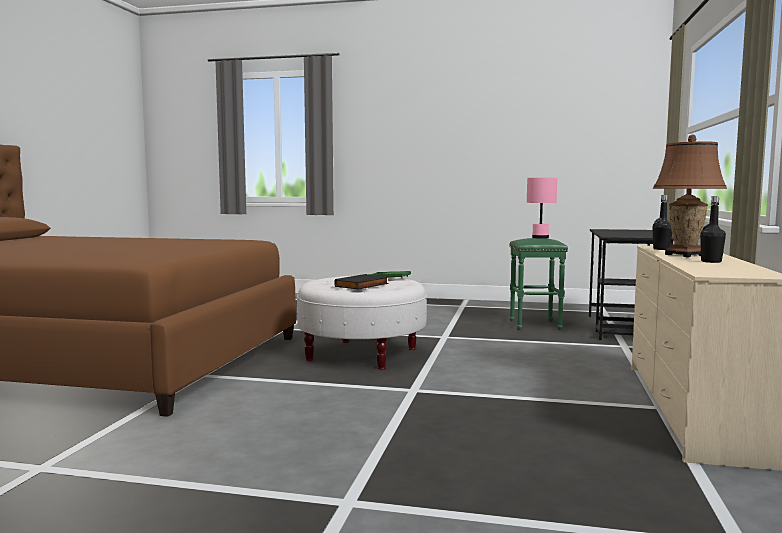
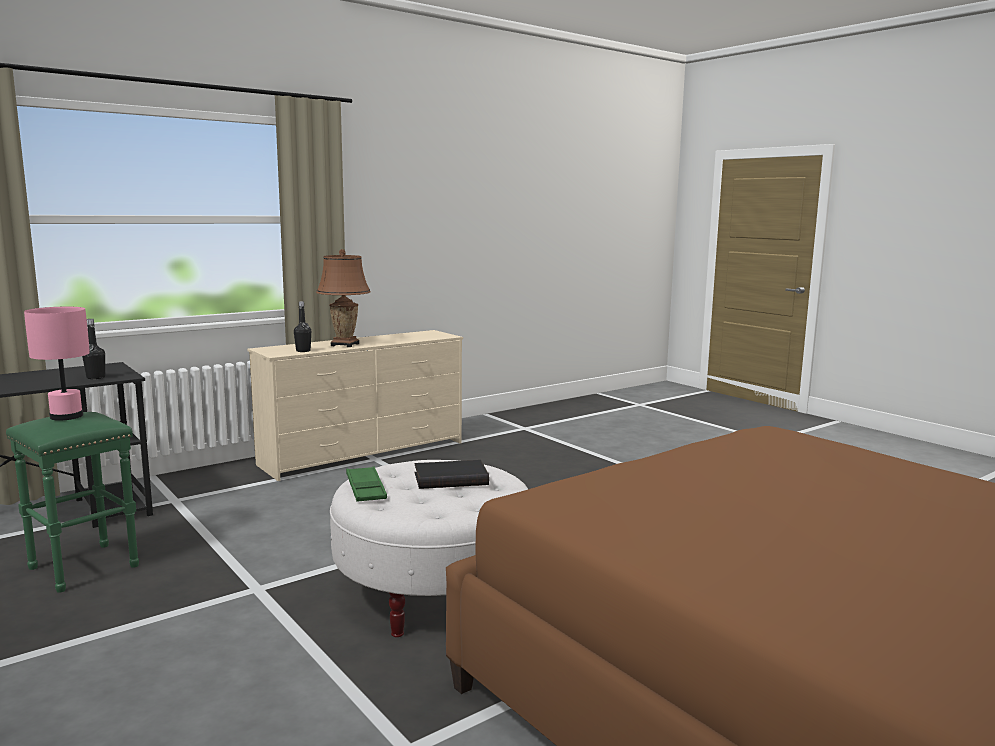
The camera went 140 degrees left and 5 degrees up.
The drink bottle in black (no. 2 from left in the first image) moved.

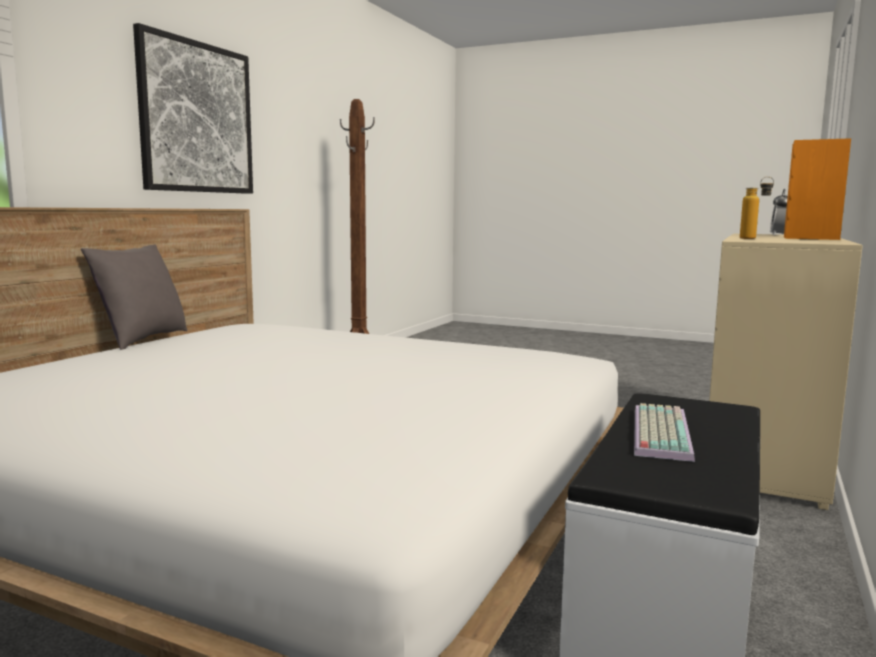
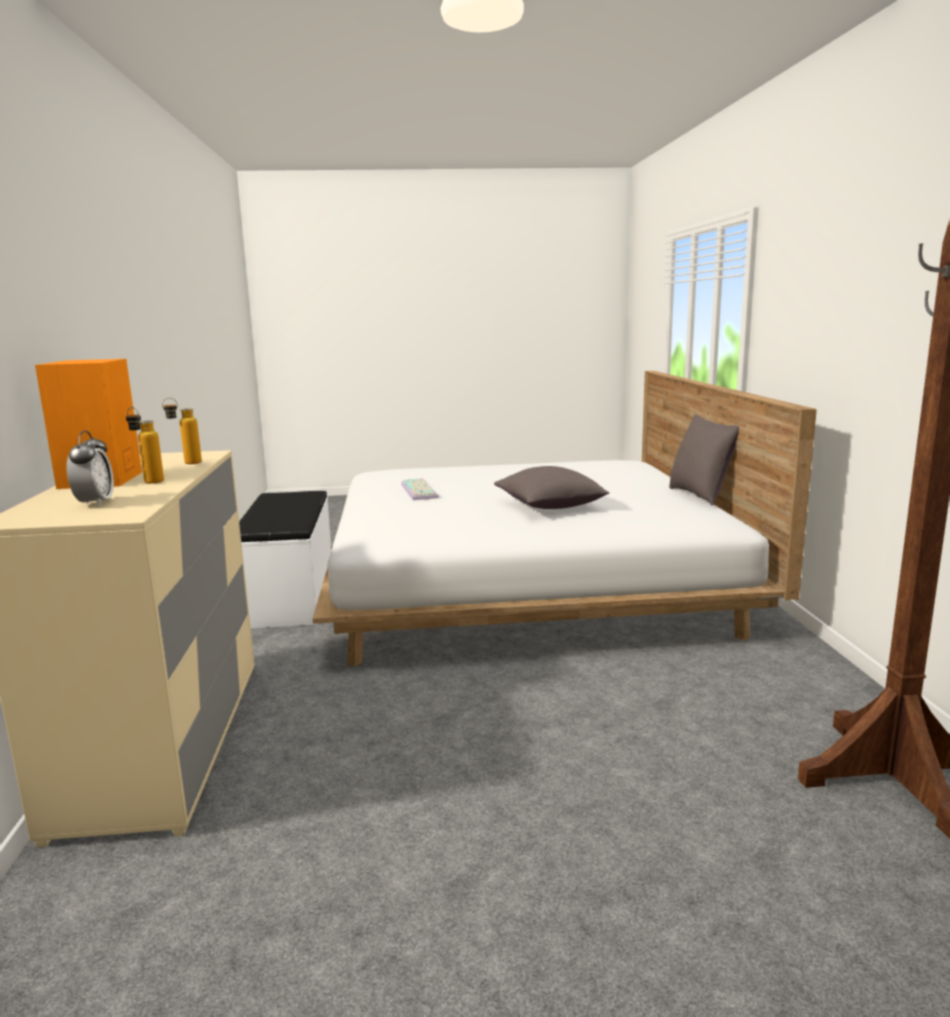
The camera went 150 degrees right and 5 degrees up.
The wall picture disappeared.
The computer keyboard moved.
The drink bottle (no. 1 from left) appeared.
The cushion in greyish (no. 1 from left) appeared.

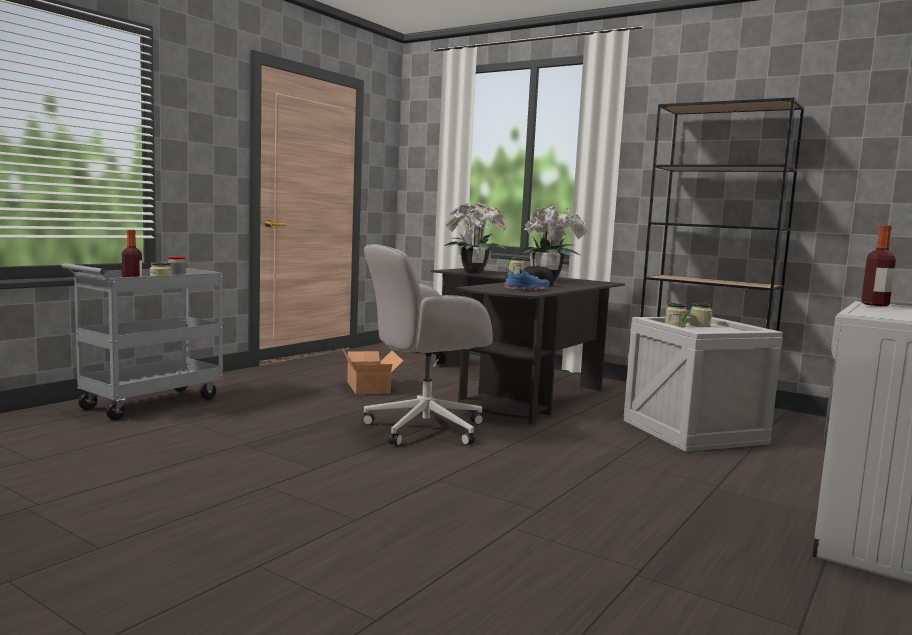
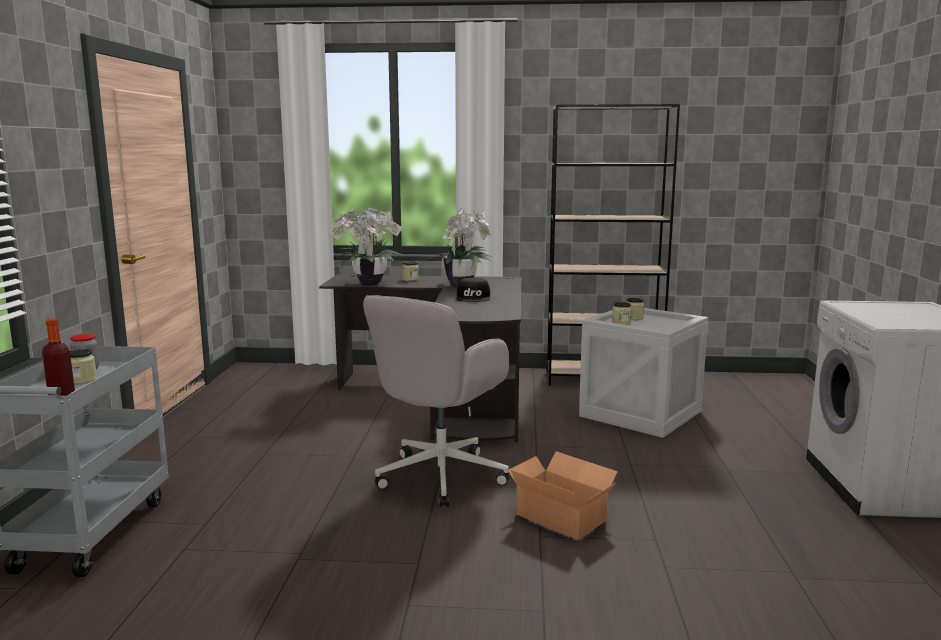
The camera went 30 degrees left and 5 degrees up.
The drink bottle (no. 2 from left) disappeared.
The low shoe in bluish disappeared.
The carton moved.

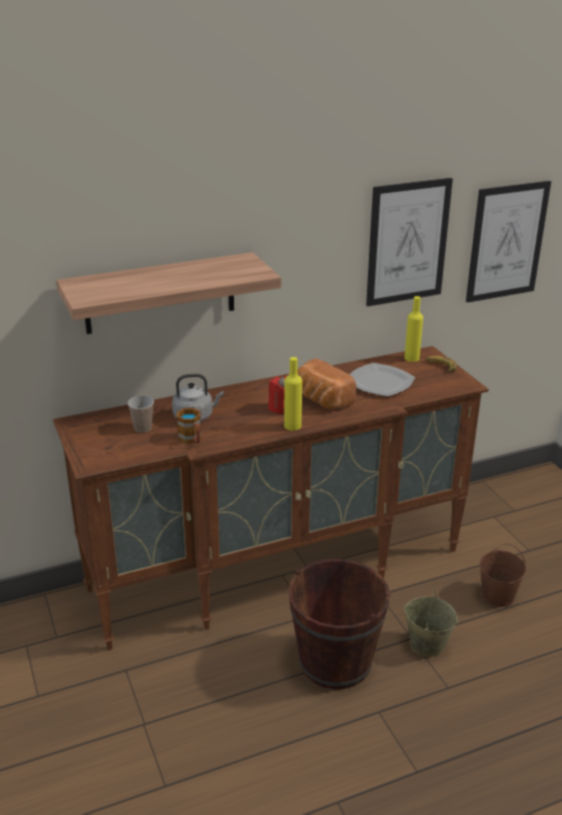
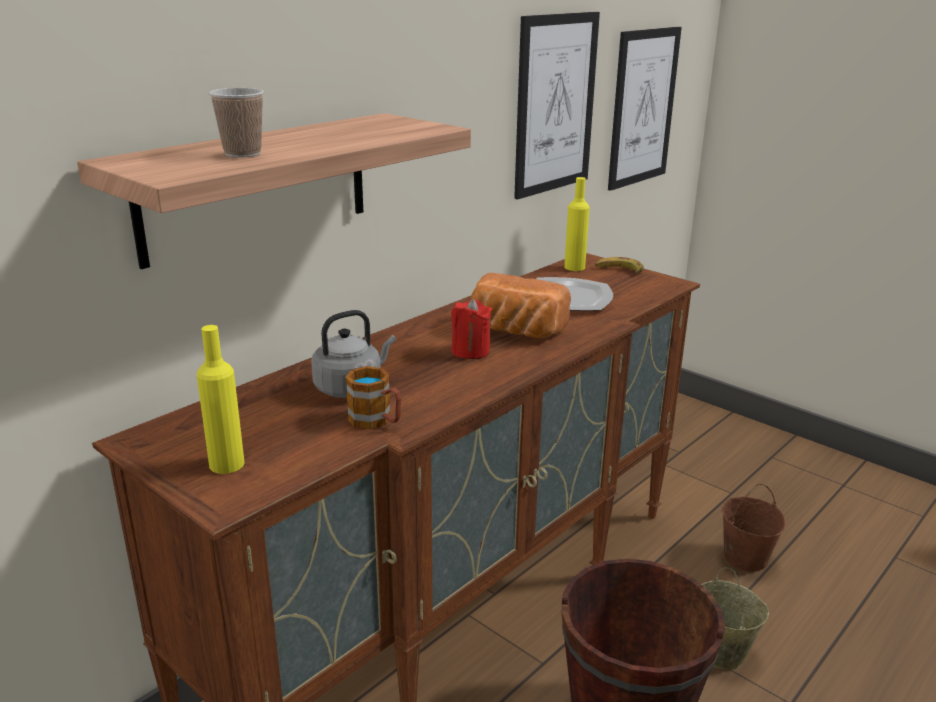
The camera went 25 degrees left and 5 degrees down.
The drink bottle in yellowish (no. 1 from left) moved.
The small cup moved.

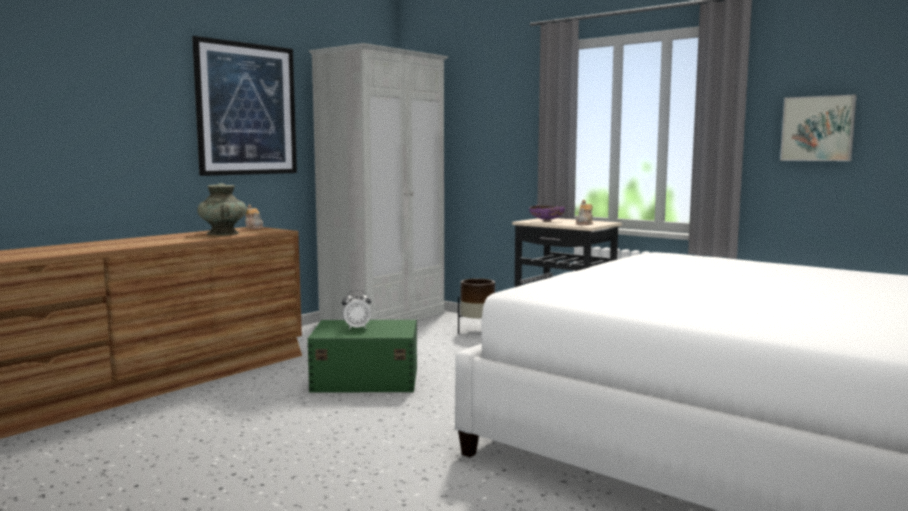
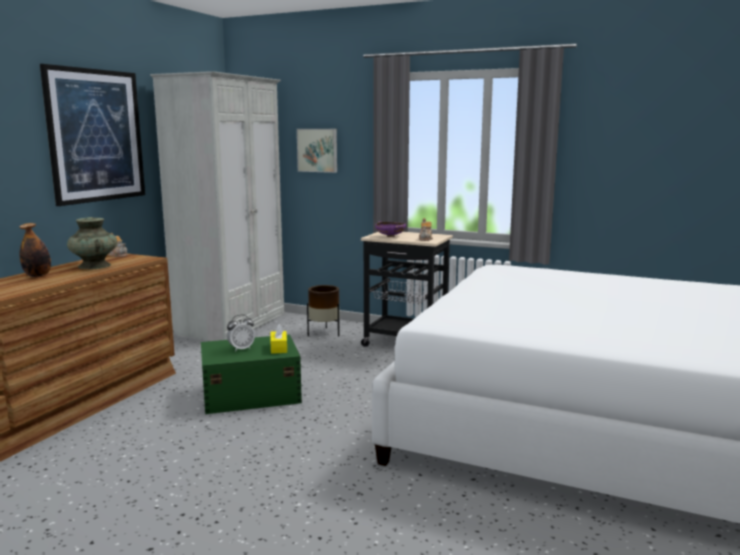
The camera went 15 degrees left and 5 degrees up.
The wall picture (no. 2 from left) moved.
The drink bottle appeared.
The tissue holder in yellowish appeared.

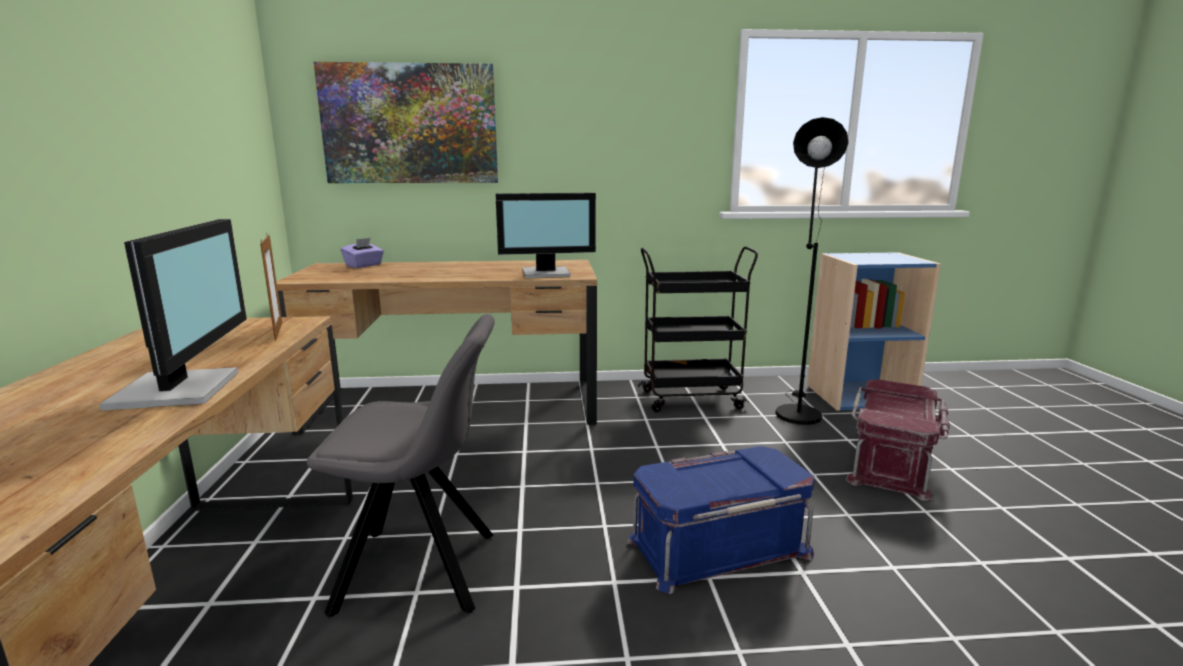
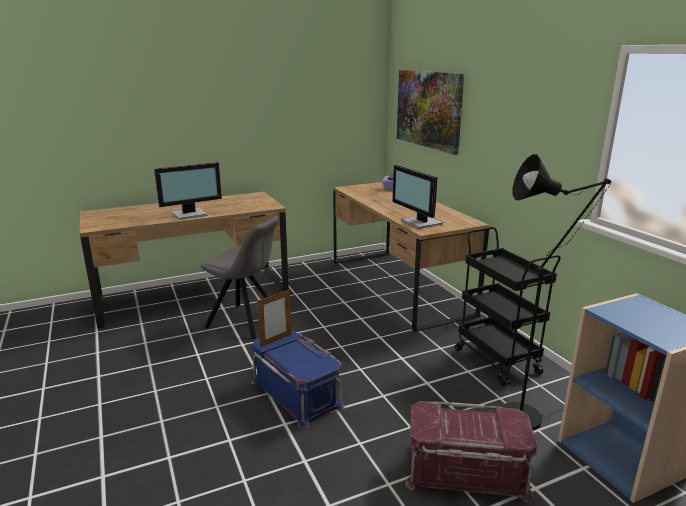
The camera went 70 degrees right and 5 degrees up.
The picture frame moved.
The plain chair in greyish turned 45 degrees counterclockwise.

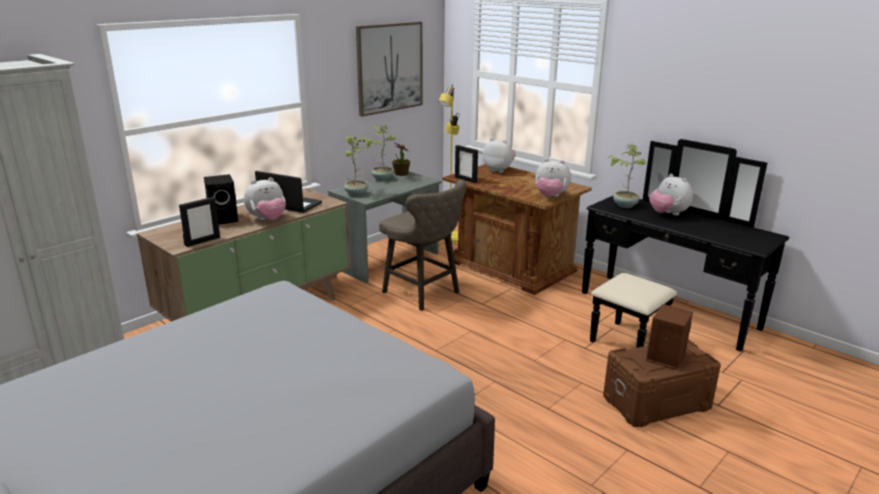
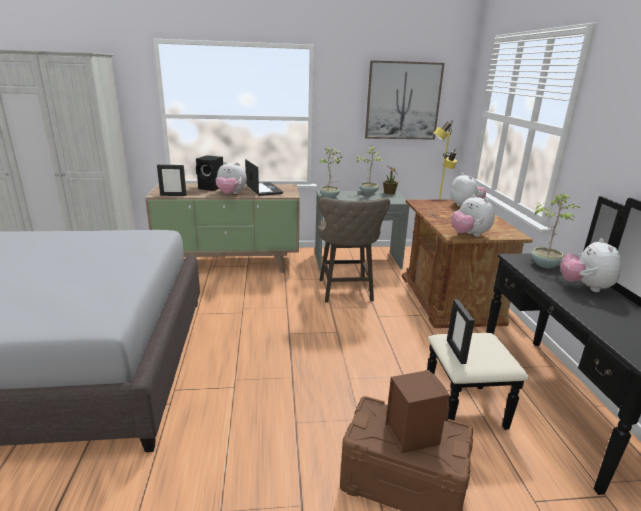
The camera went 40 degrees right and 0 degrees up.
The picture frame (no. 2 from left) moved.

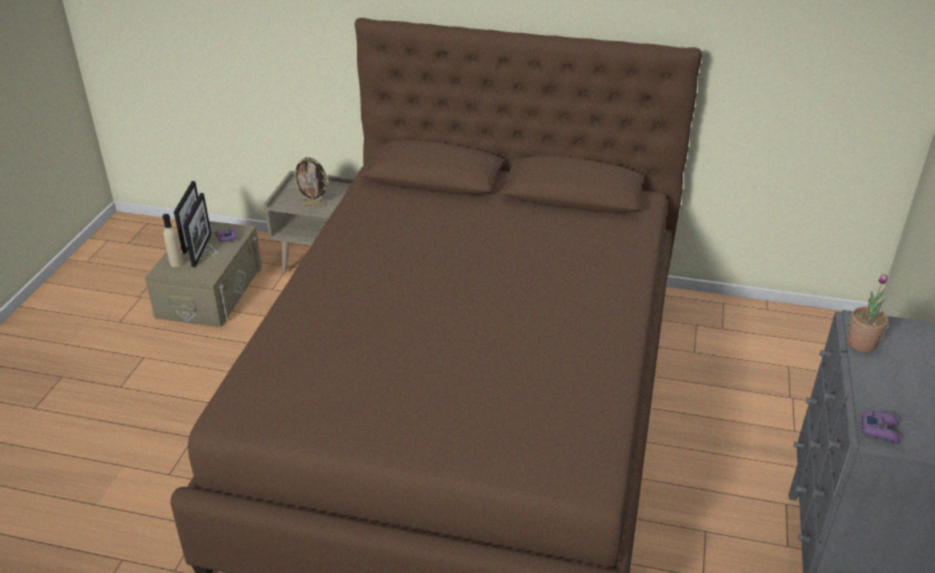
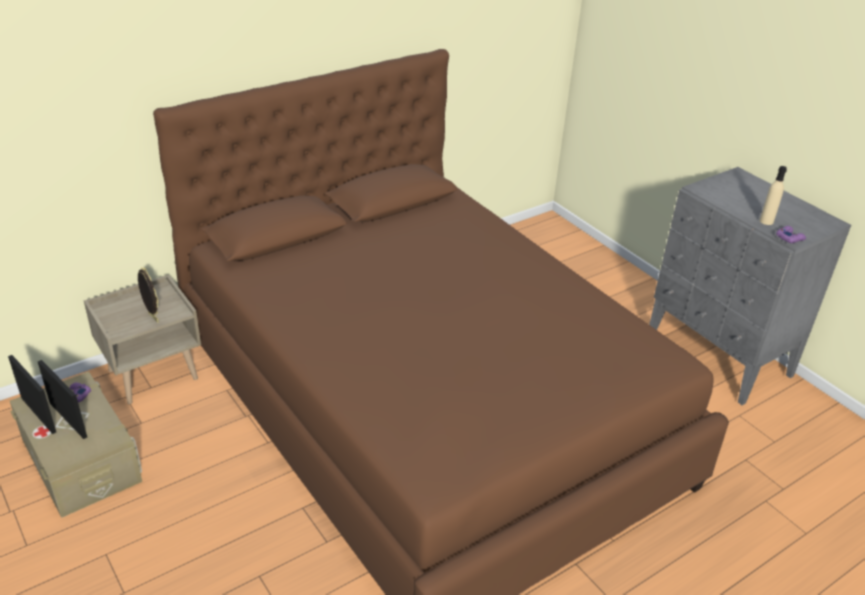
The camera went 50 degrees left and 0 degrees up.
The picture frame (no. 3 from left) turned 90 degrees counterclockwise.
The drink bottle in beige-coloured moved.
The houseplant disappeared.

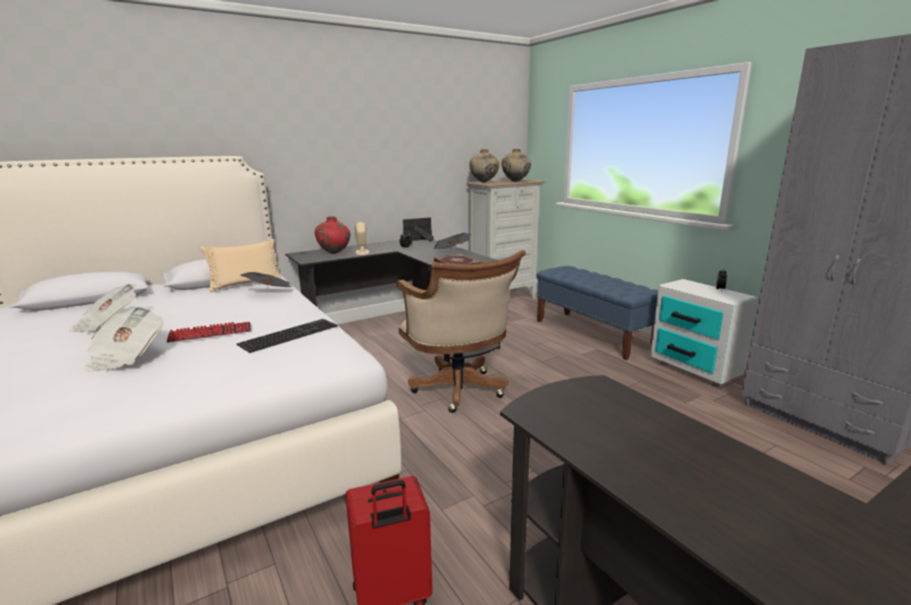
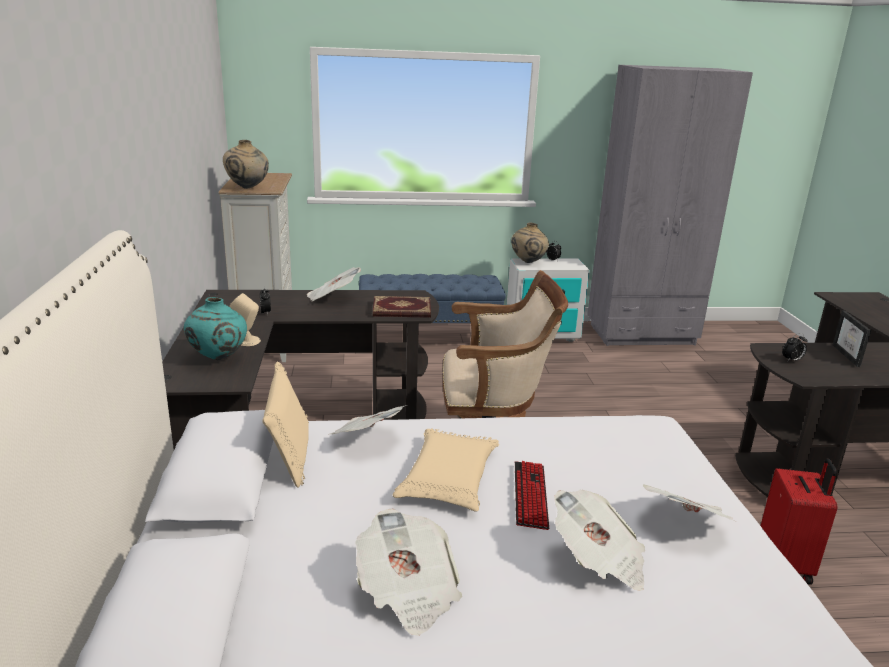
The camera went 65 degrees left and 5 degrees up.
The vase in beige-coloured (no. 2 from left) moved.
The vase in reddish became the vase in turquoise-coloured.
The picture frame moved.
The computer keyboard (no. 2 from left) disappeared.
The alarm clock (no. 3 from left) appeared.
The cushion in beige-coloured (no. 2 from left) appeared.
The daily paper (no. 5 from left) appeared.

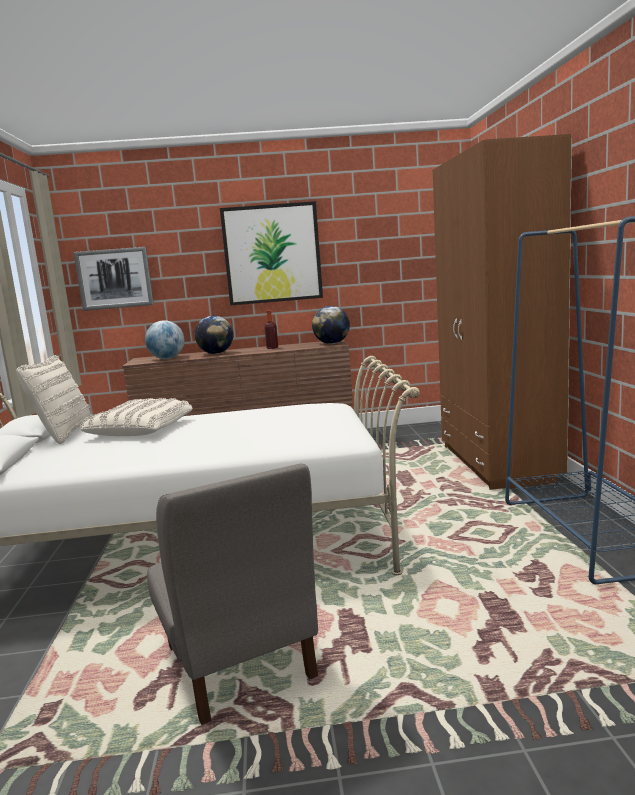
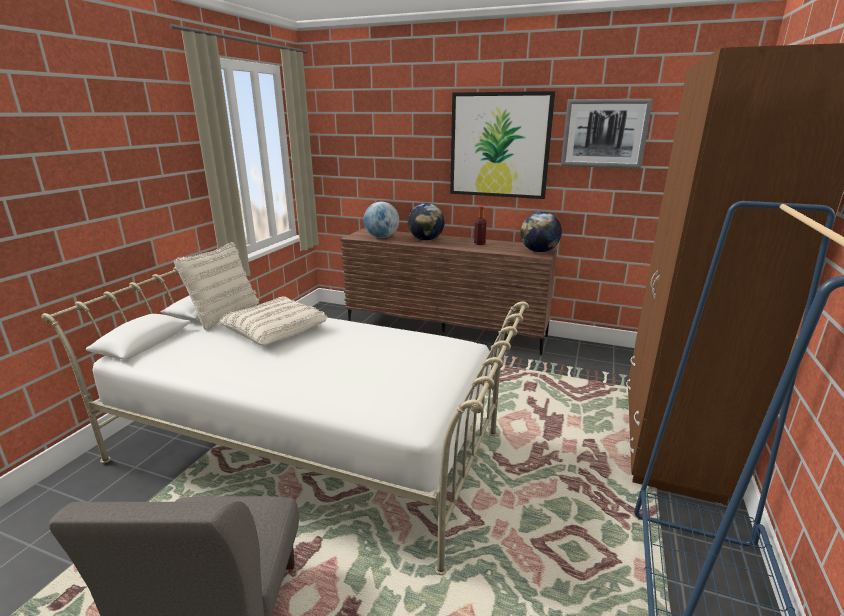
The camera went 25 degrees right and 10 degrees up.
The wall picture (no. 1 from left in the first image) moved.

